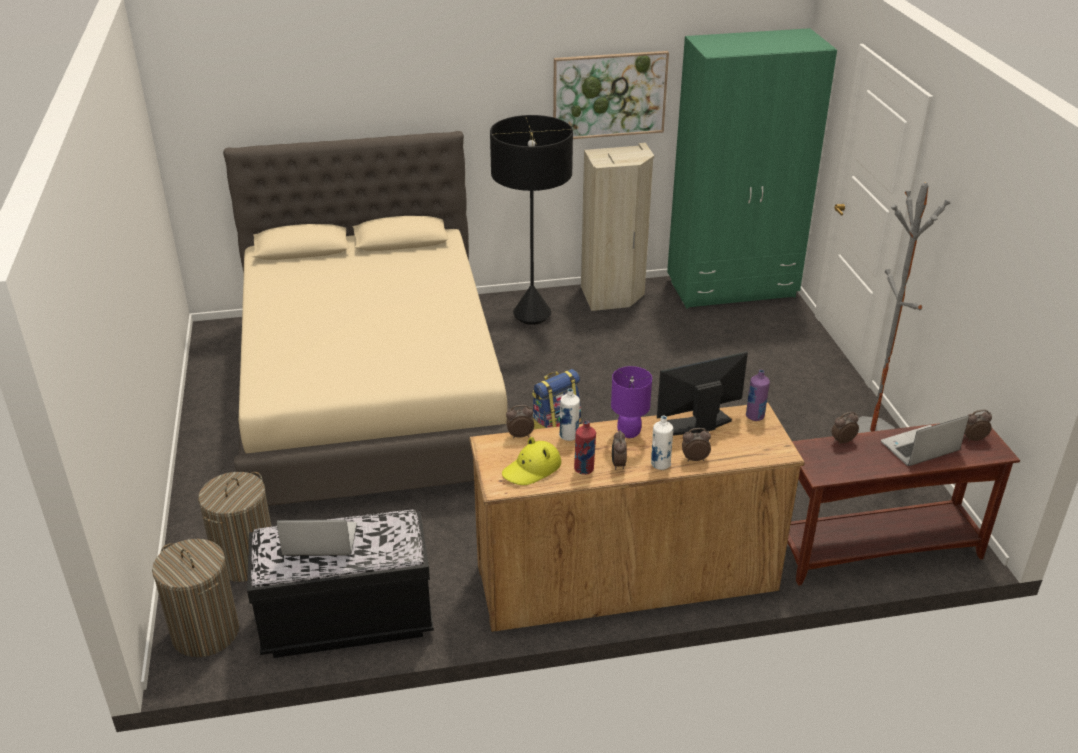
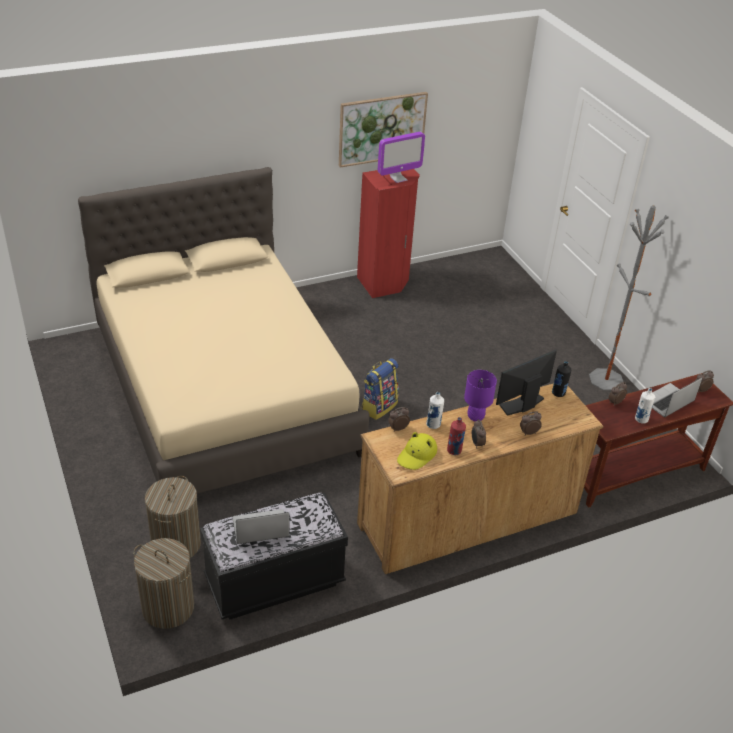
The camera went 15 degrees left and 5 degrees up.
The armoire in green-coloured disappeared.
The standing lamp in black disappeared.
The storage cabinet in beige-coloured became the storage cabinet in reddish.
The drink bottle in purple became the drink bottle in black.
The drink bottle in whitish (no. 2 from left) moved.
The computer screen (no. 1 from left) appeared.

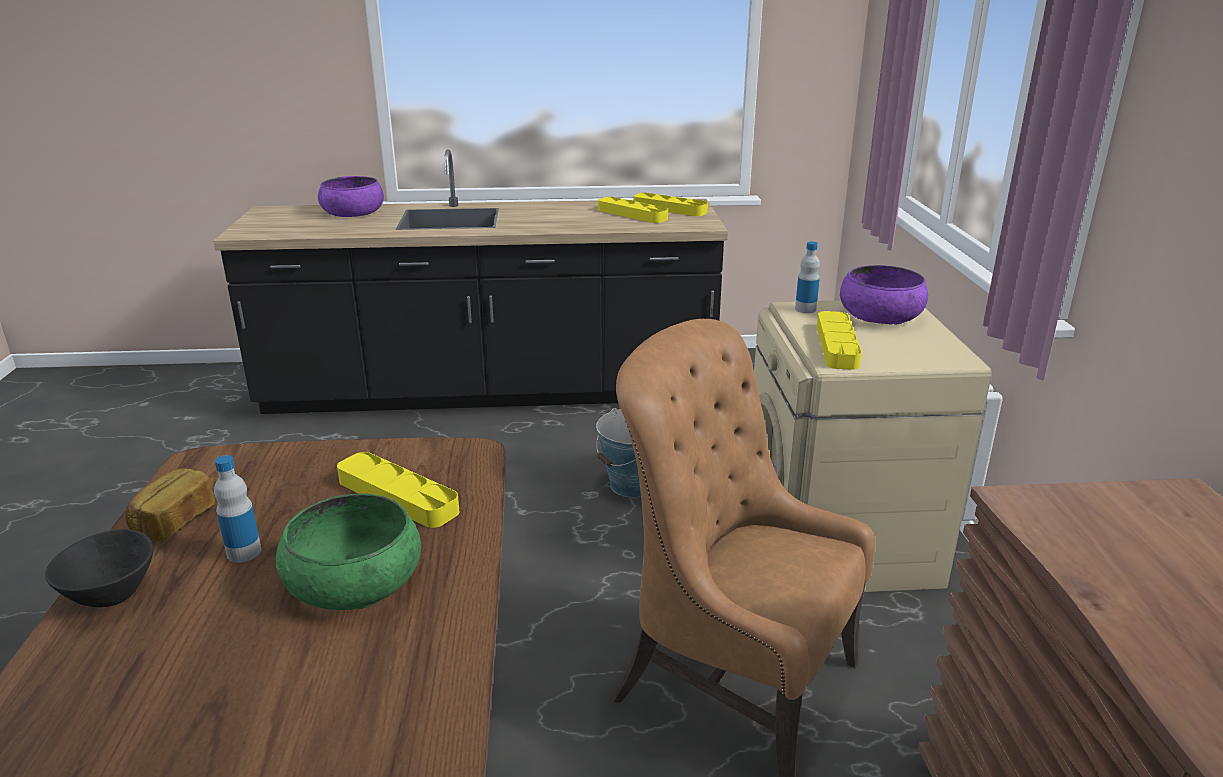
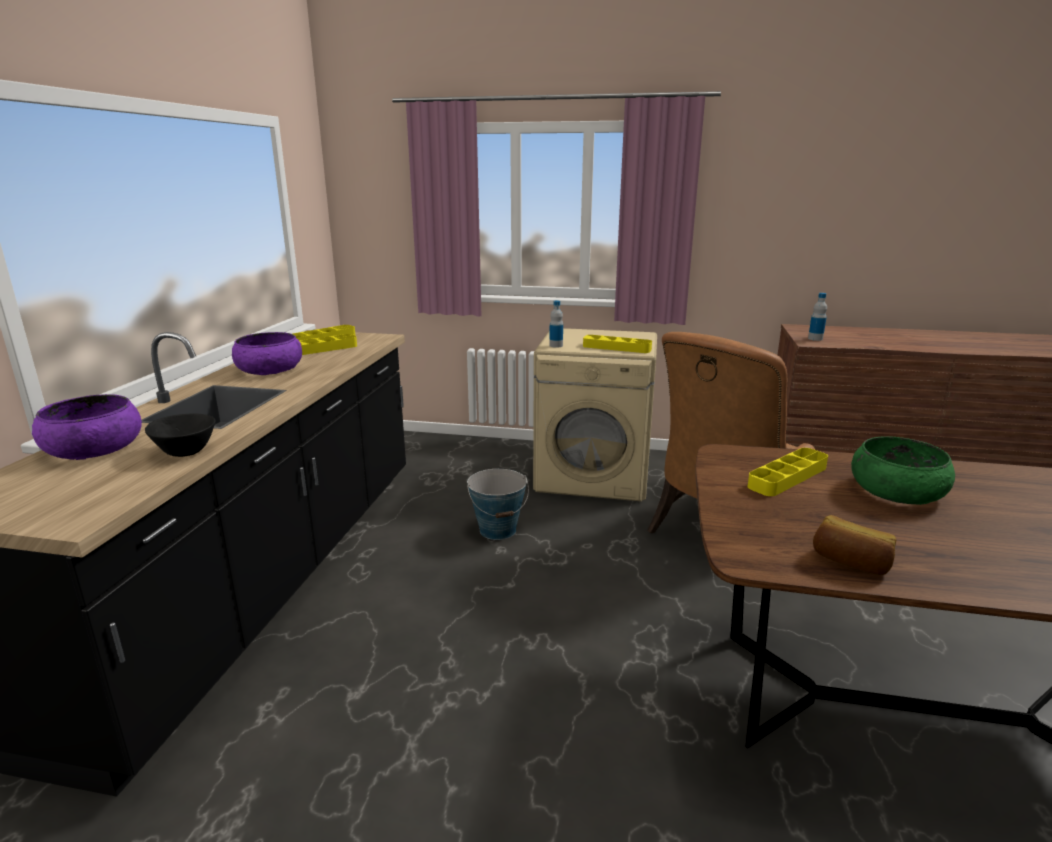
The camera went 75 degrees left and 5 degrees down.
The deep dish in purple (no. 2 from left) moved.
The drink bottle (no. 1 from left in the first image) moved.
The deep dish in black moved.

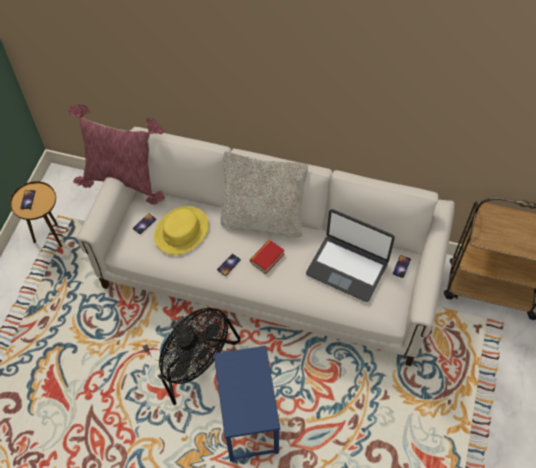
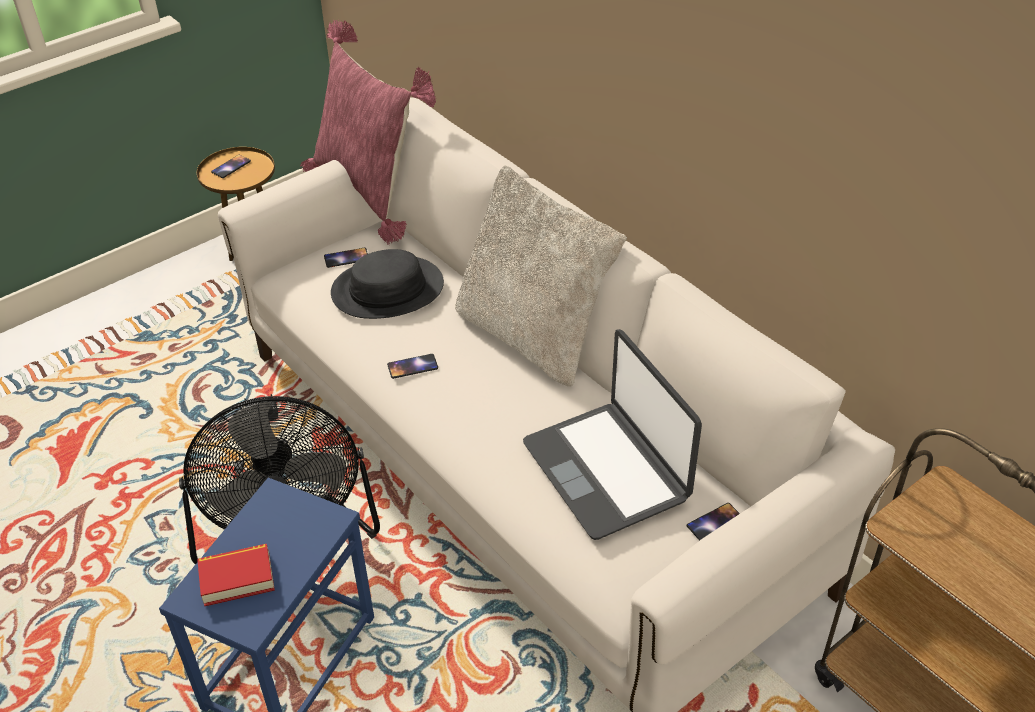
The camera went 35 degrees right and 15 degrees down.
The wearable hat in yellowish became the wearable hat in black.
The book moved.

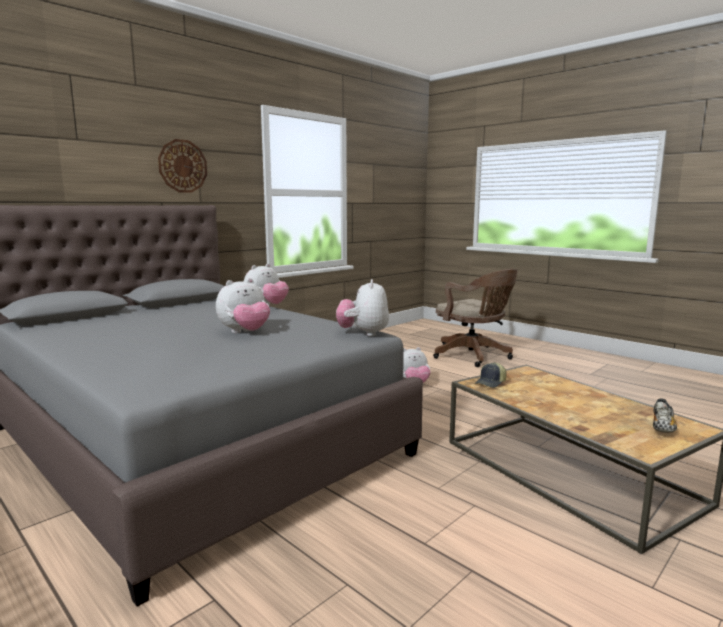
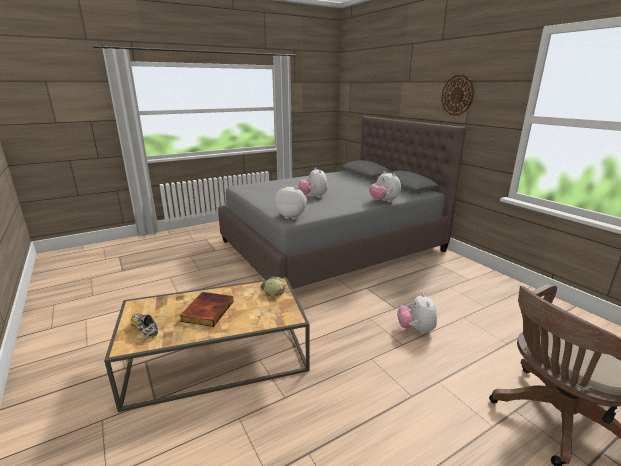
The camera went 105 degrees right and 10 degrees up.
The book appeared.

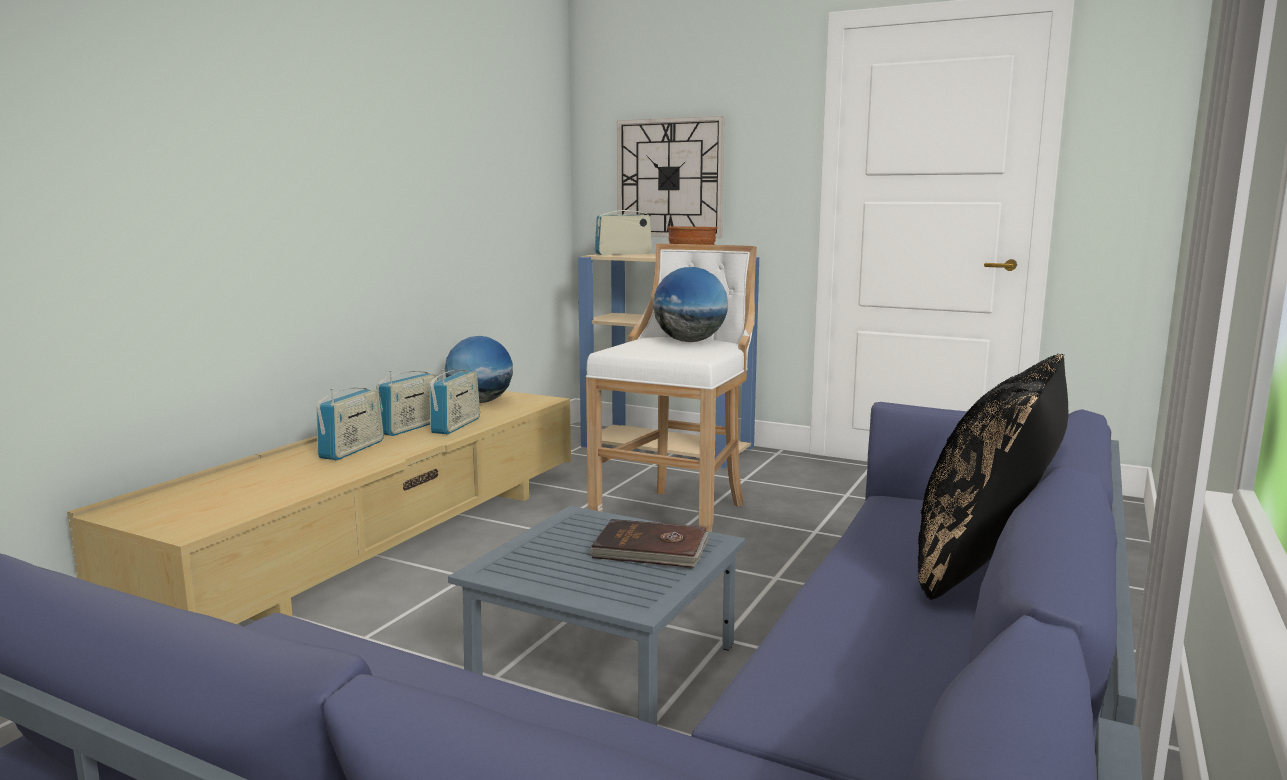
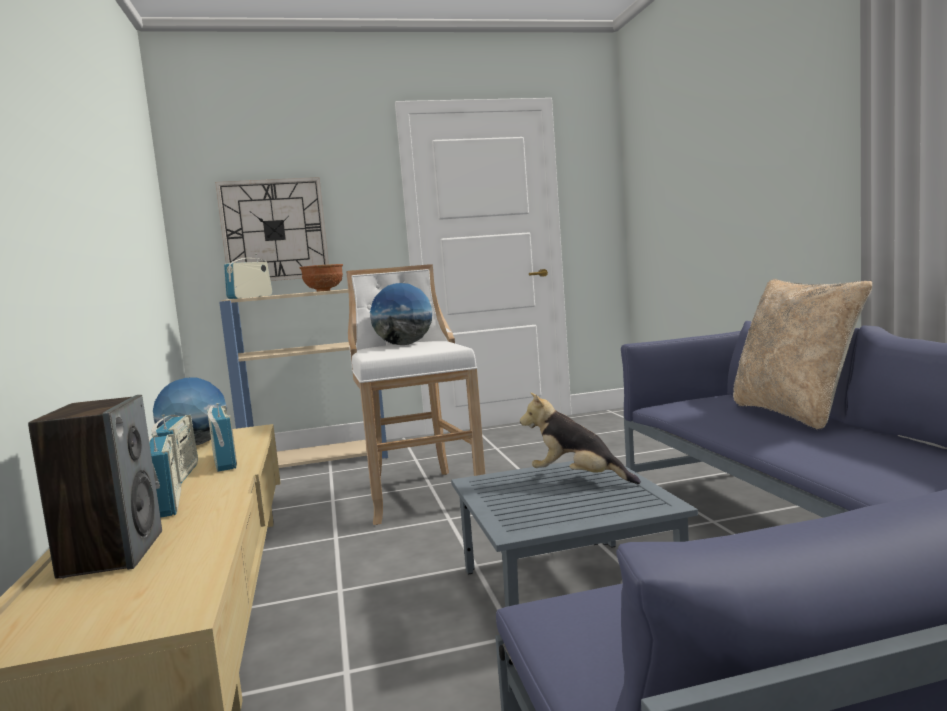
The camera went 40 degrees left and 5 degrees down.
The cushion in black became the cushion in beige-coloured.
The book in brown-coloured was replaced by the cuddly toy.
The speaker appeared.

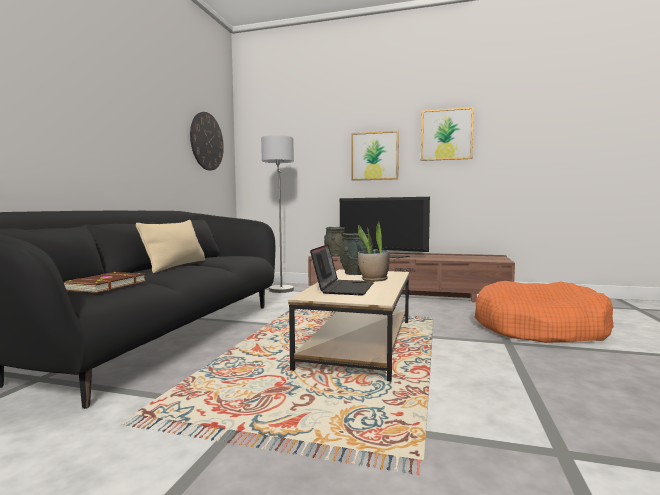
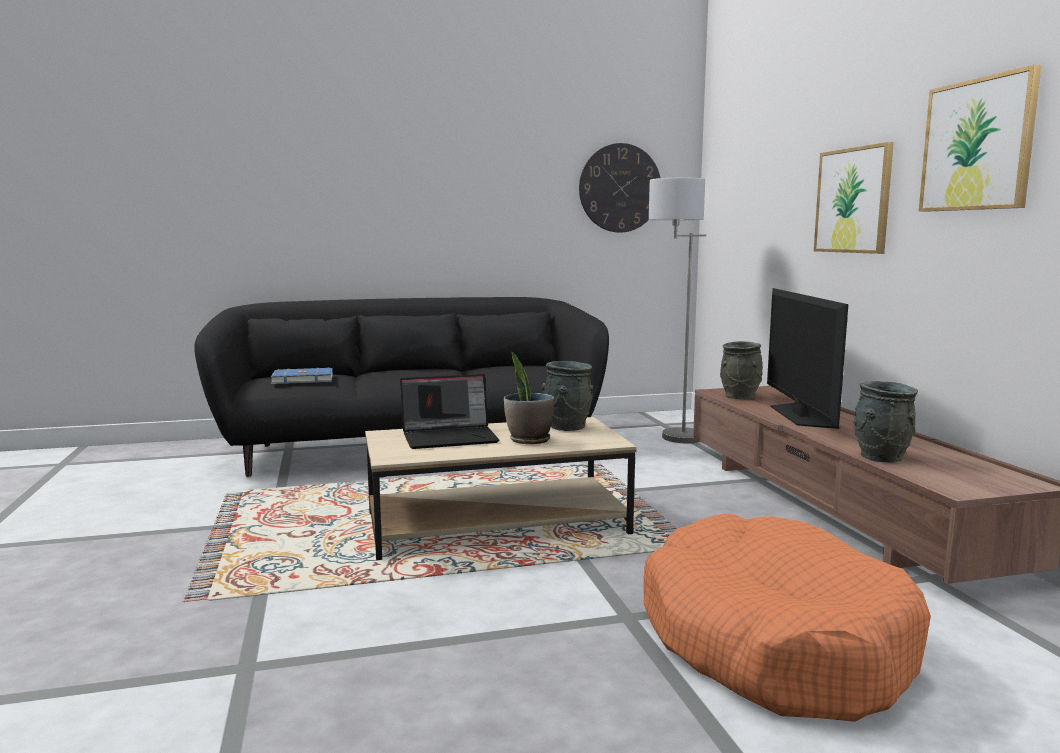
The camera went 60 degrees right and 5 degrees up.
The cushion in beige-coloured disappeared.
The book in brown-coloured became the book in bluish.
The vase in greyish (no. 3 from left) appeared.

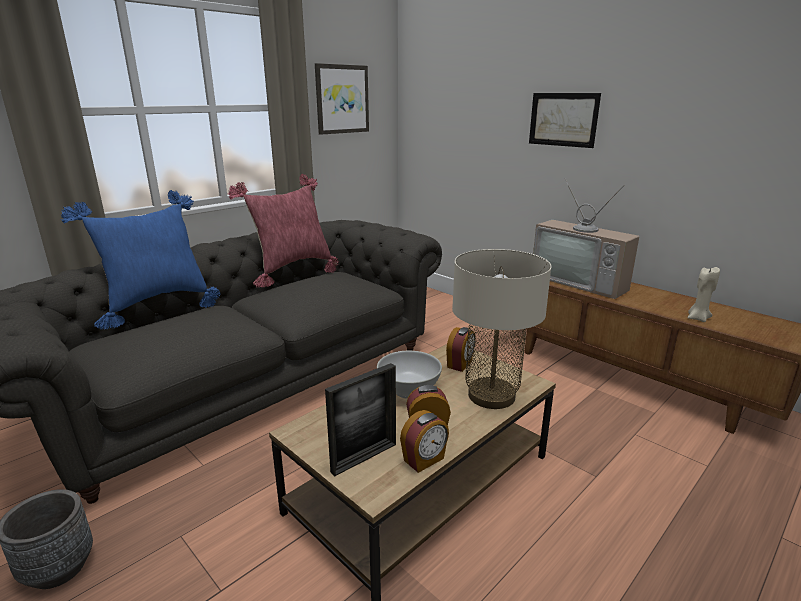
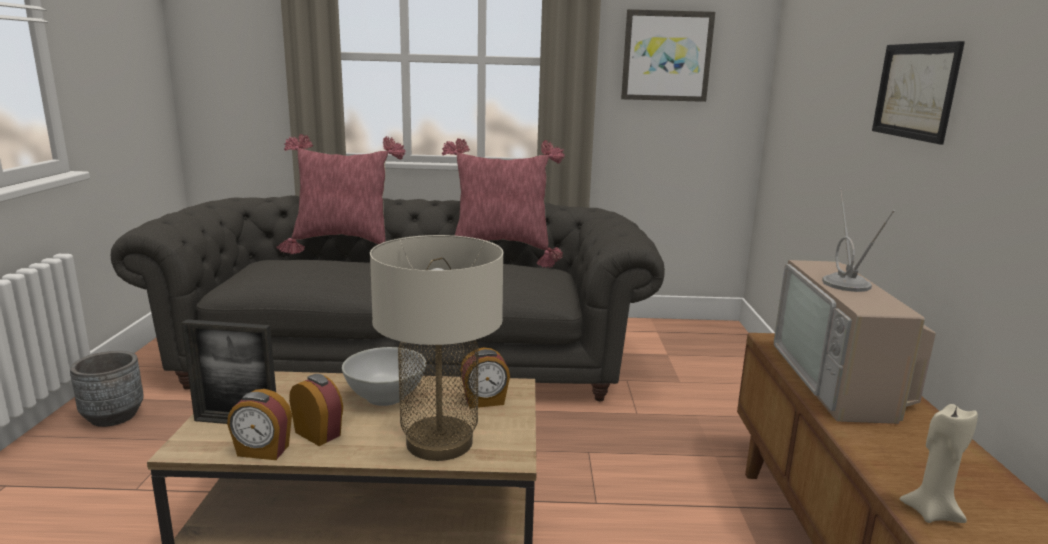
The camera went 45 degrees right and 5 degrees down.
The cushion in bluish became the cushion in reddish (no. 1 from left).

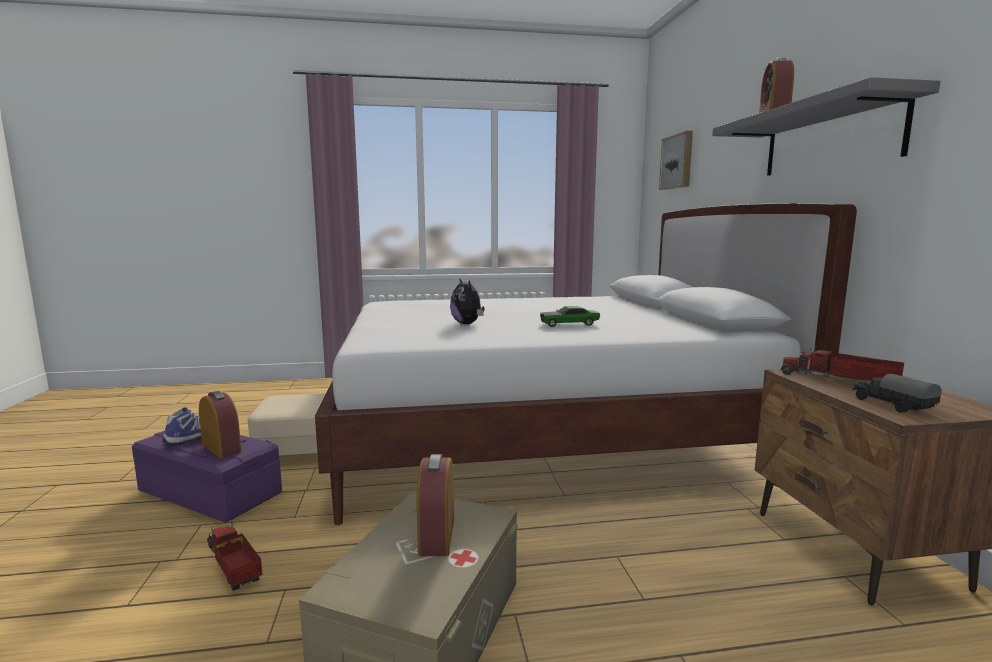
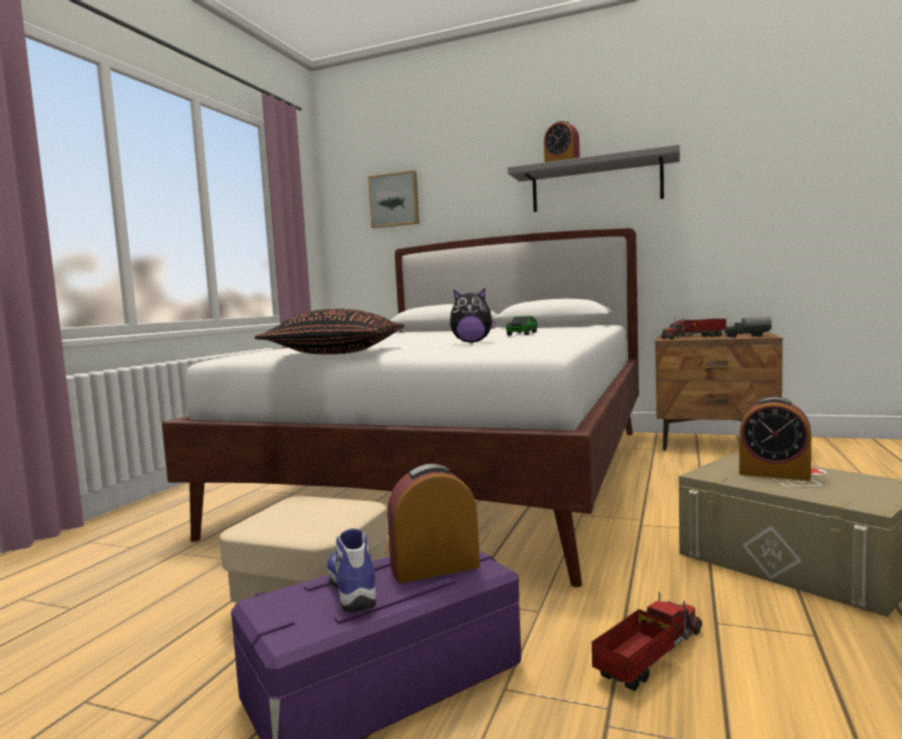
The camera went 60 degrees left and 5 degrees down.
The toy truck (no. 1 from left) turned 150 degrees clockwise.
The cushion in black appeared.

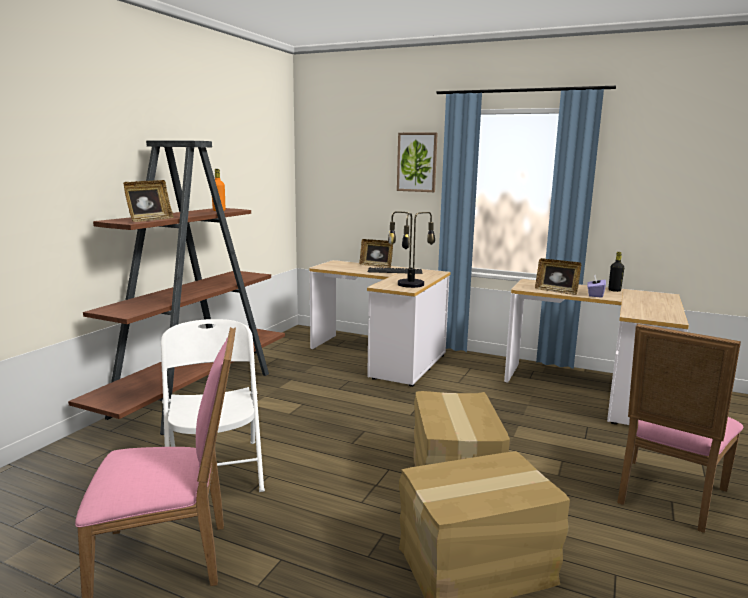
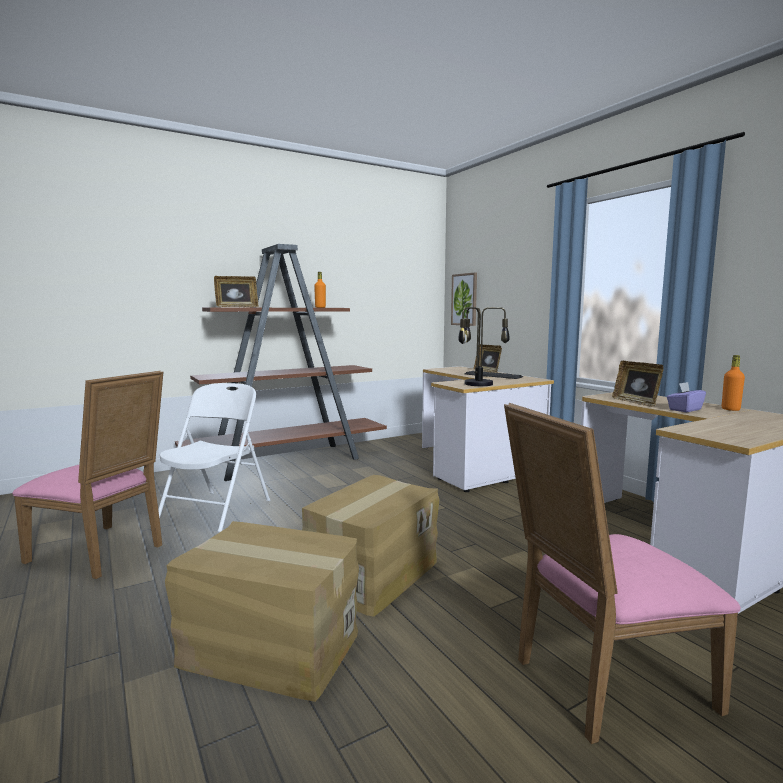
The camera went 35 degrees right and 5 degrees down.
The wall picture moved.
The drink bottle in black became the drink bottle in orange (no. 2 from left).

